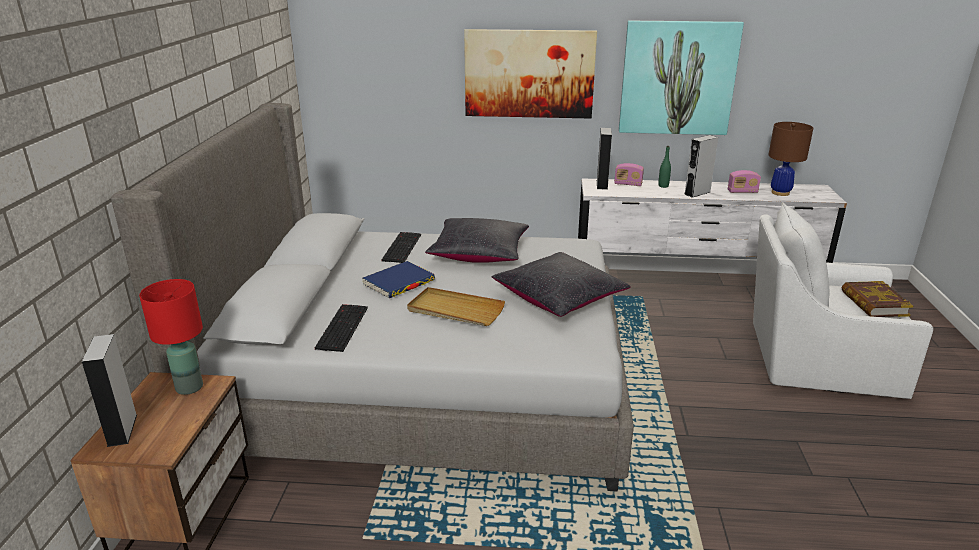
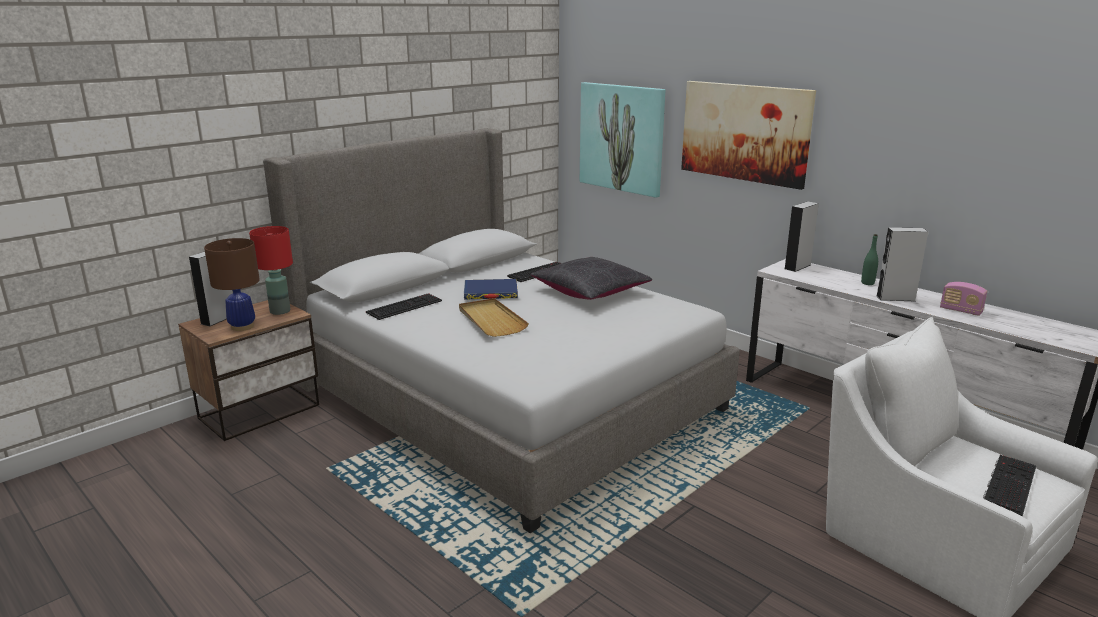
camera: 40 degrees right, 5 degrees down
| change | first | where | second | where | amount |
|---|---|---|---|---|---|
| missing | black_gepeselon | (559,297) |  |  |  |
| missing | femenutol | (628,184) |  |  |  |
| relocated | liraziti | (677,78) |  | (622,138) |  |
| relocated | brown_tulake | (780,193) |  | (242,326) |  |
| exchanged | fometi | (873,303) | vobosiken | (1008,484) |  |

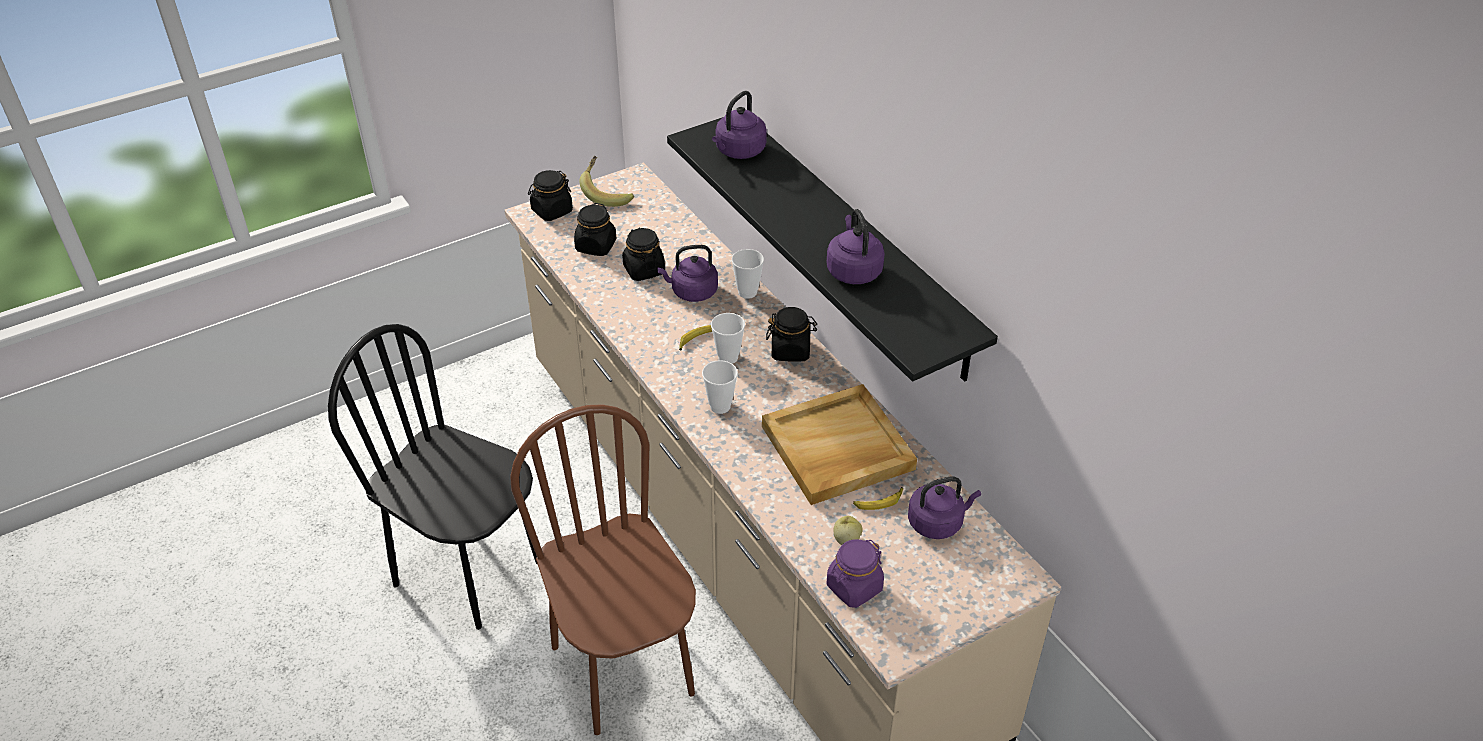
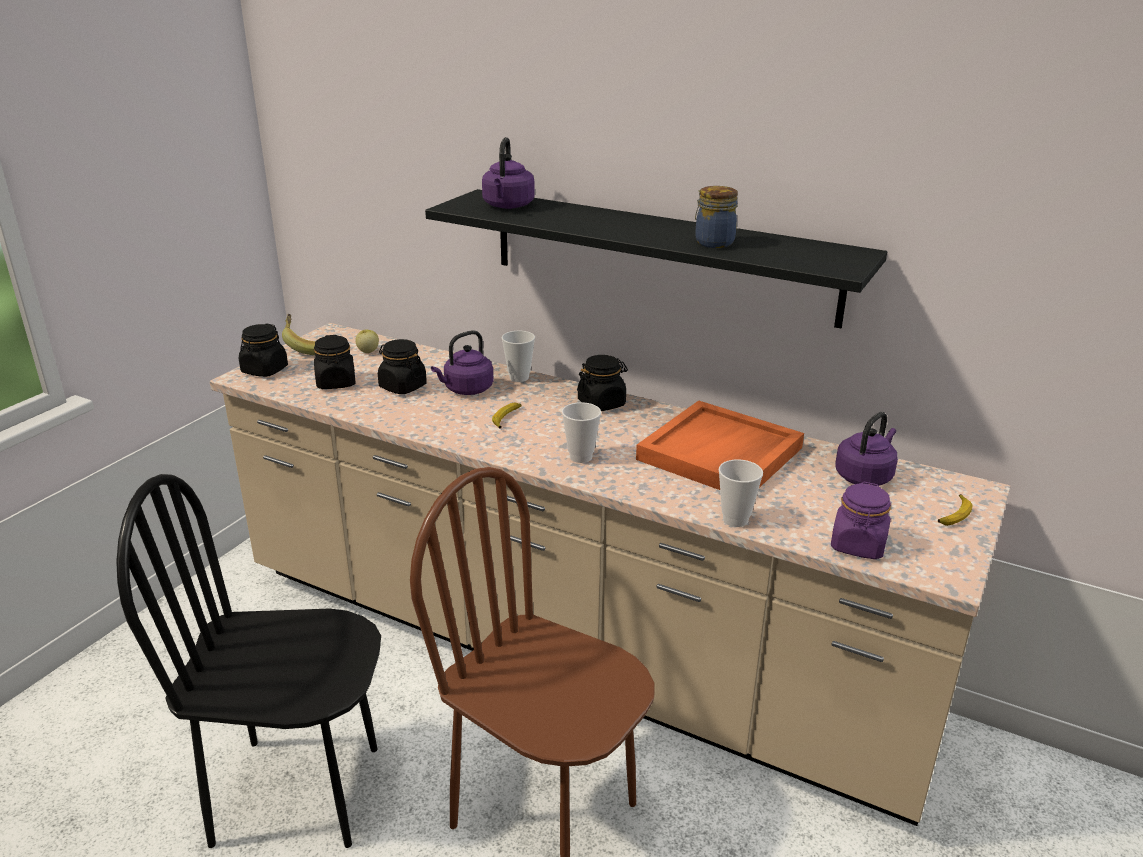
camera: 30 degrees left, 15 degrees down
| change | first | where | second | where | amount |
|---|---|---|---|---|---|
| relocated | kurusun | (728,357) |  | (735,520) |  |
| colour | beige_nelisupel | (837,449) | orange_nelisupel | (720,454) |  |
| exchanged | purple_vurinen | (853,270) | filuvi | (713,242) |  |
| relocated | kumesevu | (846,540) |  | (368,351) |  |
| relocated | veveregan | (878,502) |  | (953,515) |  |

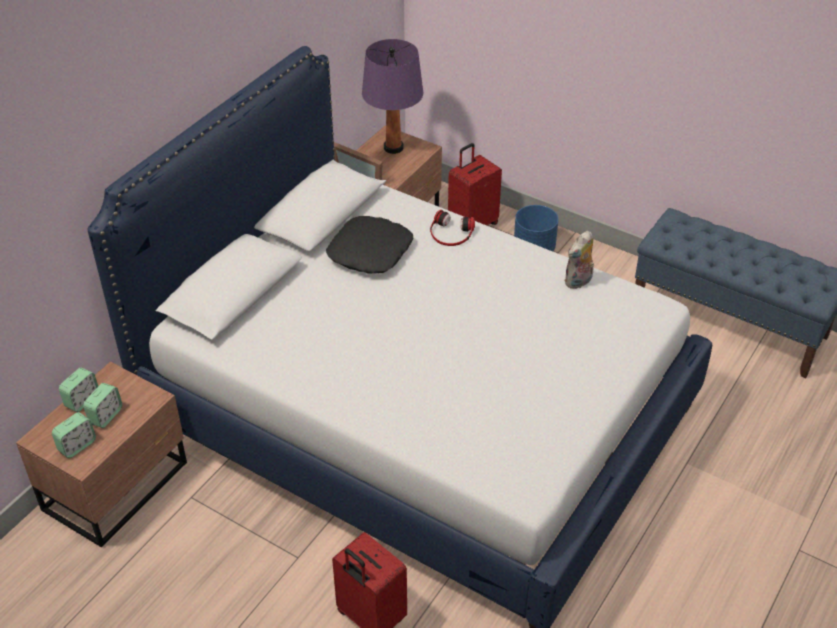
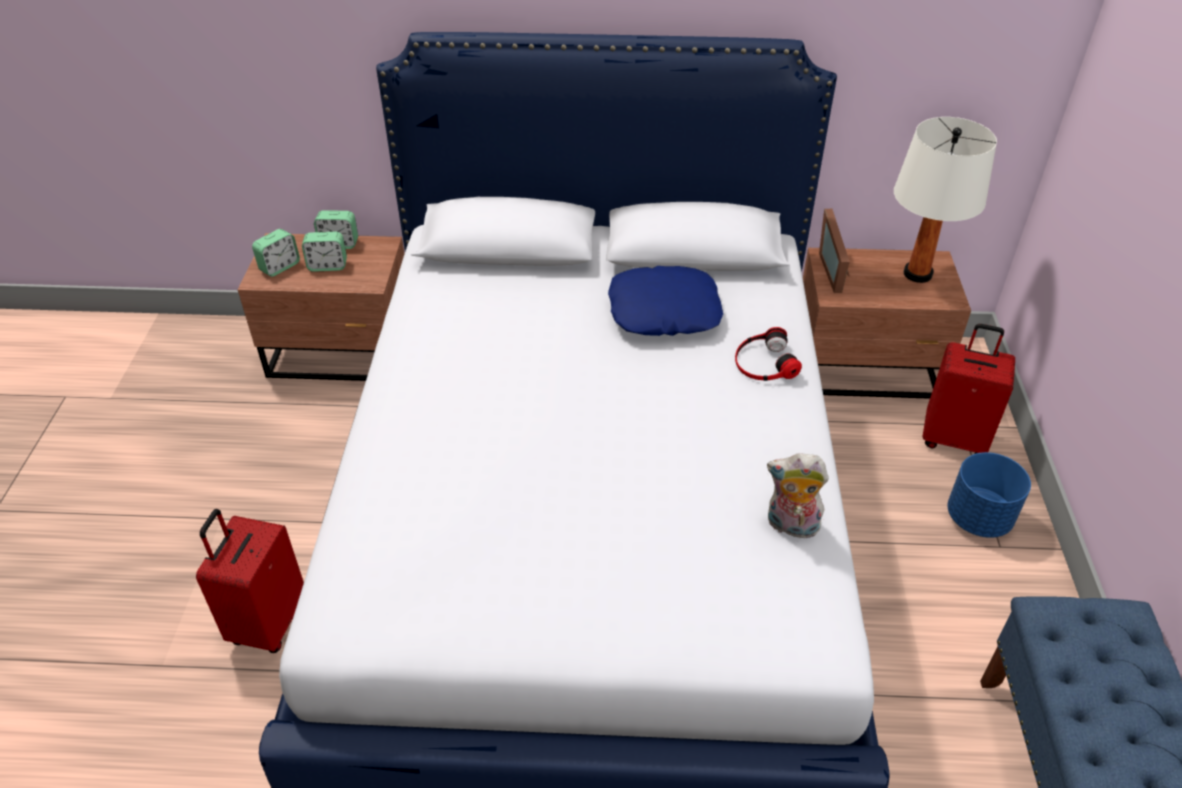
camera: 60 degrees right, 0 degrees up
| change | first | where | second | where | amount |
|---|---|---|---|---|---|
| spun | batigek | (77,446) |  | (279,267) | 60 degrees counterclockwise |
| colour | black_gepeselon | (369,252) | blue_gepeselon | (664,310) |  |
| colour | purple_tulake | (393,148) | white_tulake | (917,274) |  |

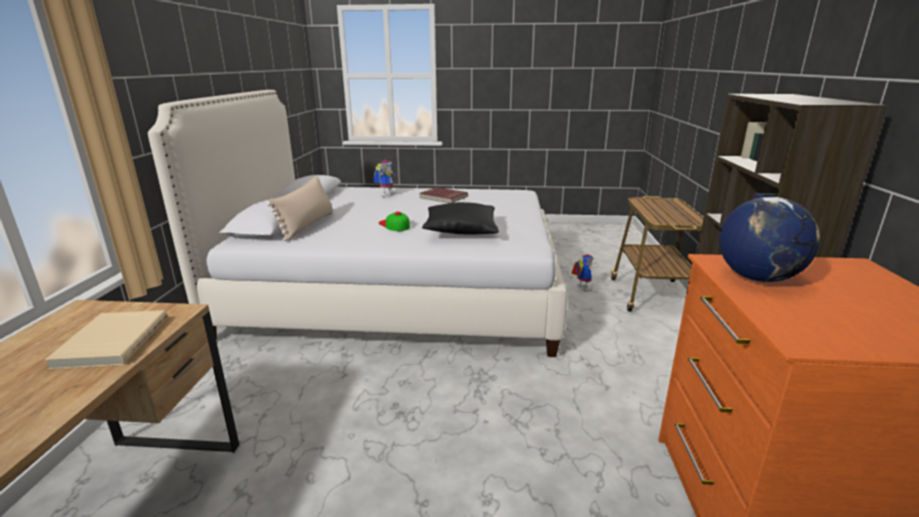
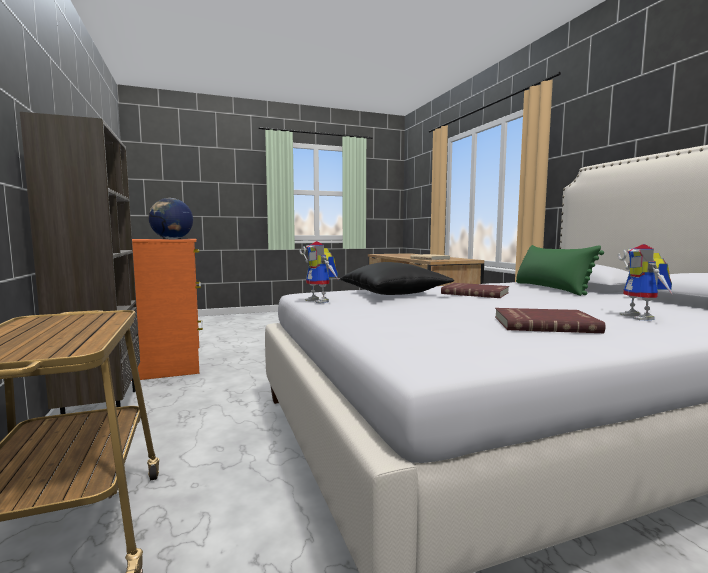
camera: 155 degrees right, 15 degrees down
| change | first | where | second | where | amount |
|---|---|---|---|---|---|
| colour | beige_gepeselon | (307,225) | green_gepeselon | (551,288) |  |
| exchanged | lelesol | (394,225) | red_fometi | (475,293) |  |
| relocated | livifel | (580,288) |  | (321,301) |  |

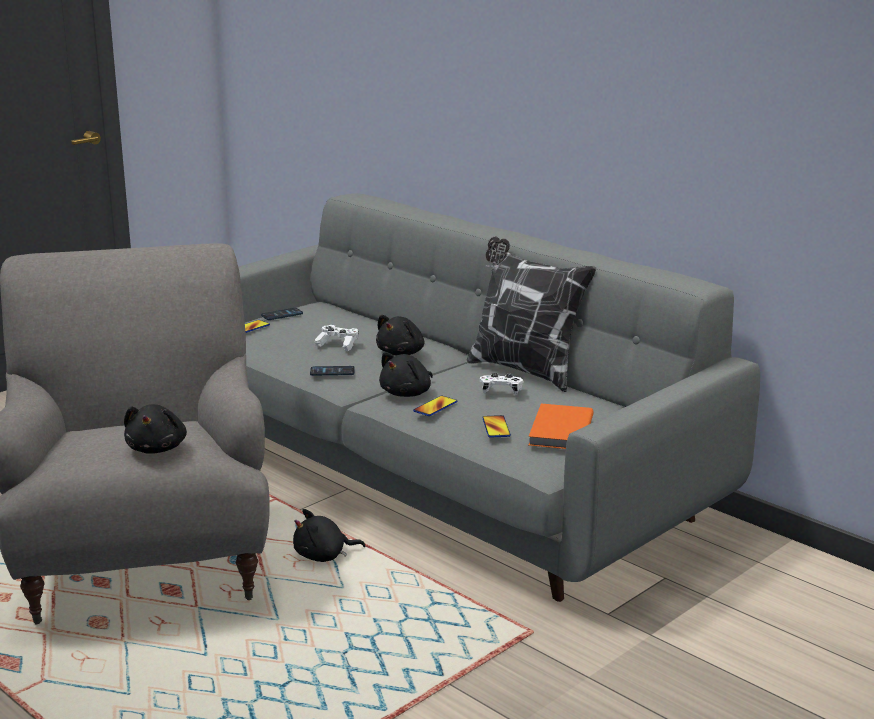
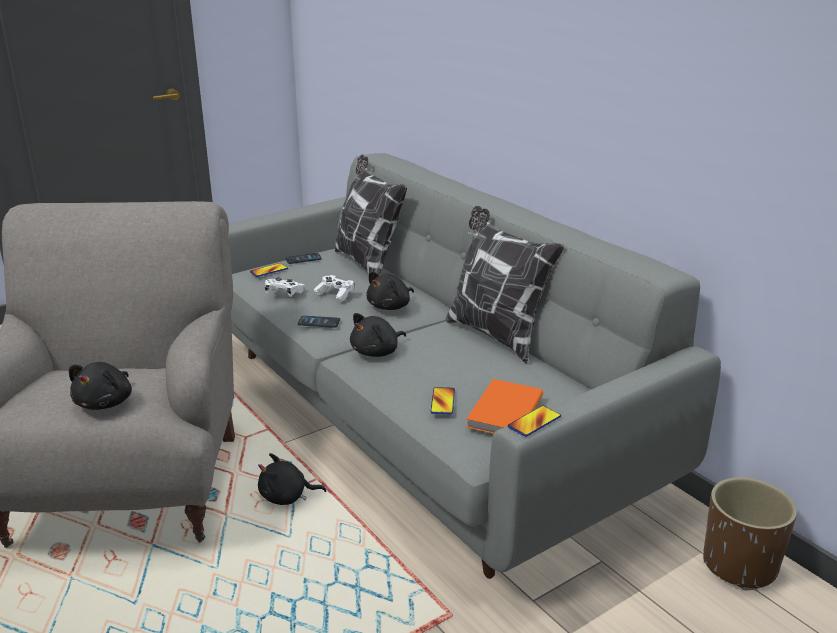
camera: 10 degrees right, 5 degrees up
| change | first | where | second | where | amount |
|---|---|---|---|---|---|
| relocated | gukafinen | (435,407) |  | (534,422) |  |
| relocated | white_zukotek | (501,392) |  | (284,293) |  |
| appeared |  |  | gepeselon | (368,263) |  |
| appeared |  |  | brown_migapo | (740,565) |  |

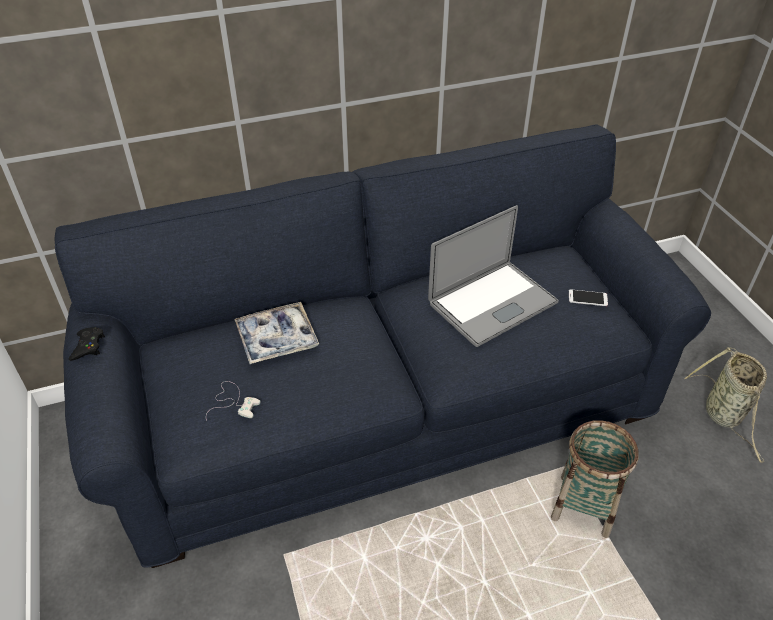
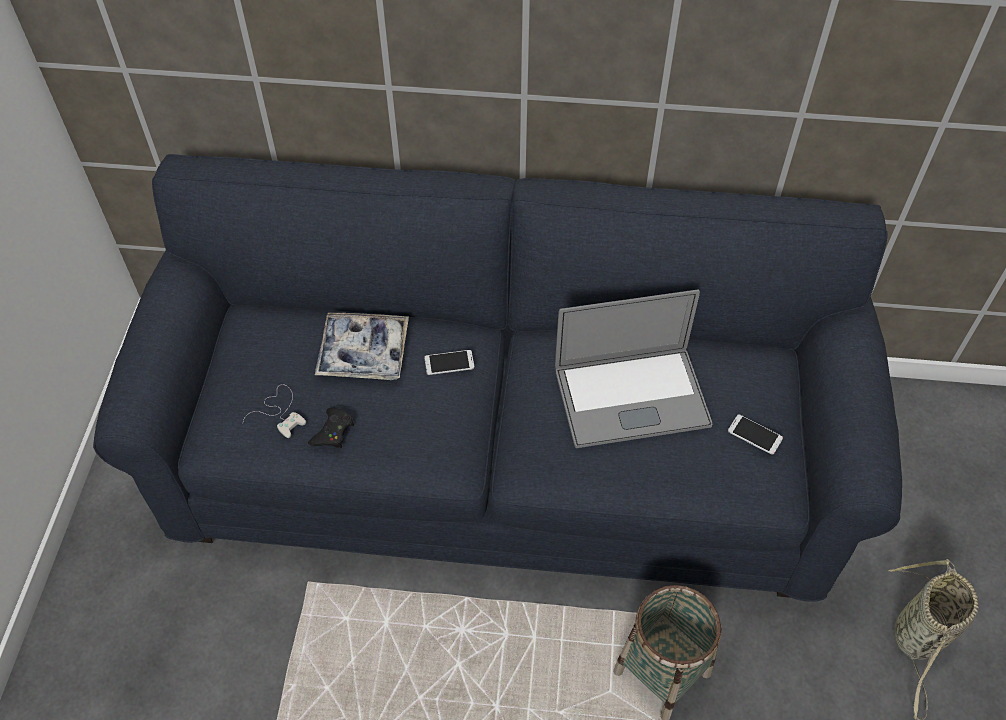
camera: 25 degrees right, 10 degrees up
| change | first | where | second | where | amount |
|---|---|---|---|---|---|
| relocated | black_zukotek | (88,346) |  | (333,432) |  |
| appeared |  |  | gukafinen | (449,363) |  |

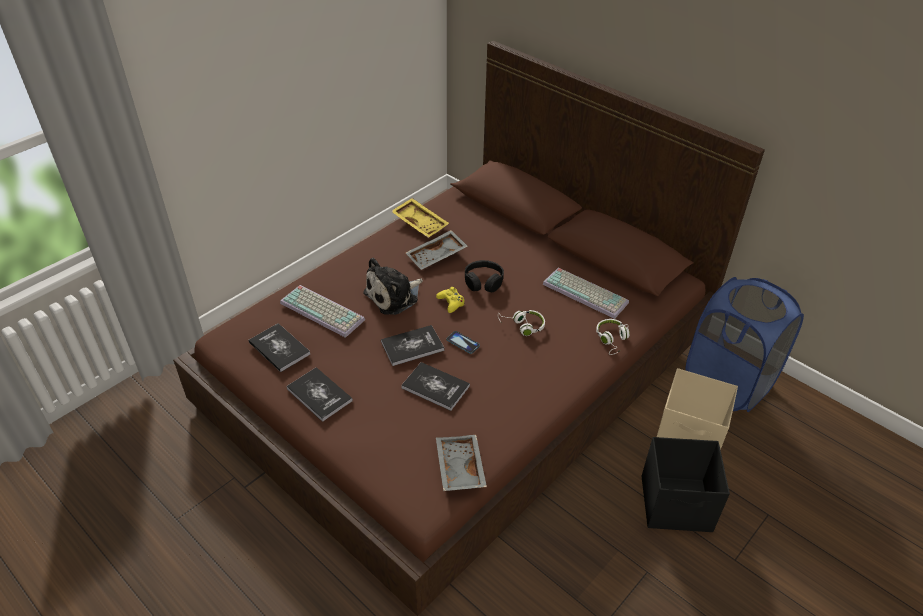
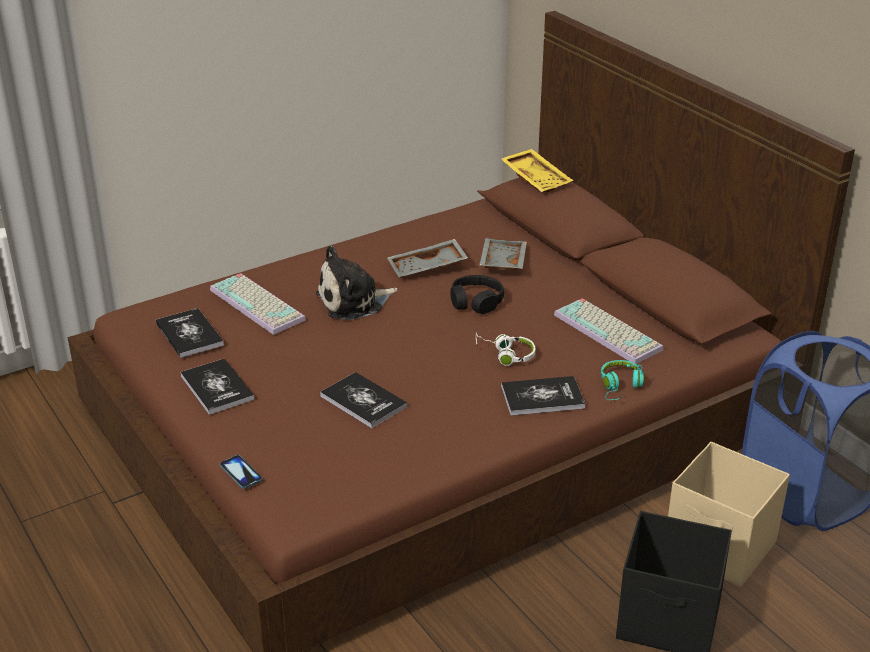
camera: 15 degrees right, 10 degrees down
| change | first | where | second | where | amount |
|---|---|---|---|---|---|
| relocated | fometi | (412,346) |  | (542,397) |  |
| relocated | yellow_nelisupel | (420,223) |  | (537,179) |  |
| missing | yellow_zukotek | (451,303) |  |  |  |
| relocated | grey_nelisupel | (458,468) |  | (501,262) |  |
| relocated | gukafinen | (463,343) |  | (241,473) |  |
| colour | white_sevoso | (612,340) | turquoise_sevoso | (620,386) |  |

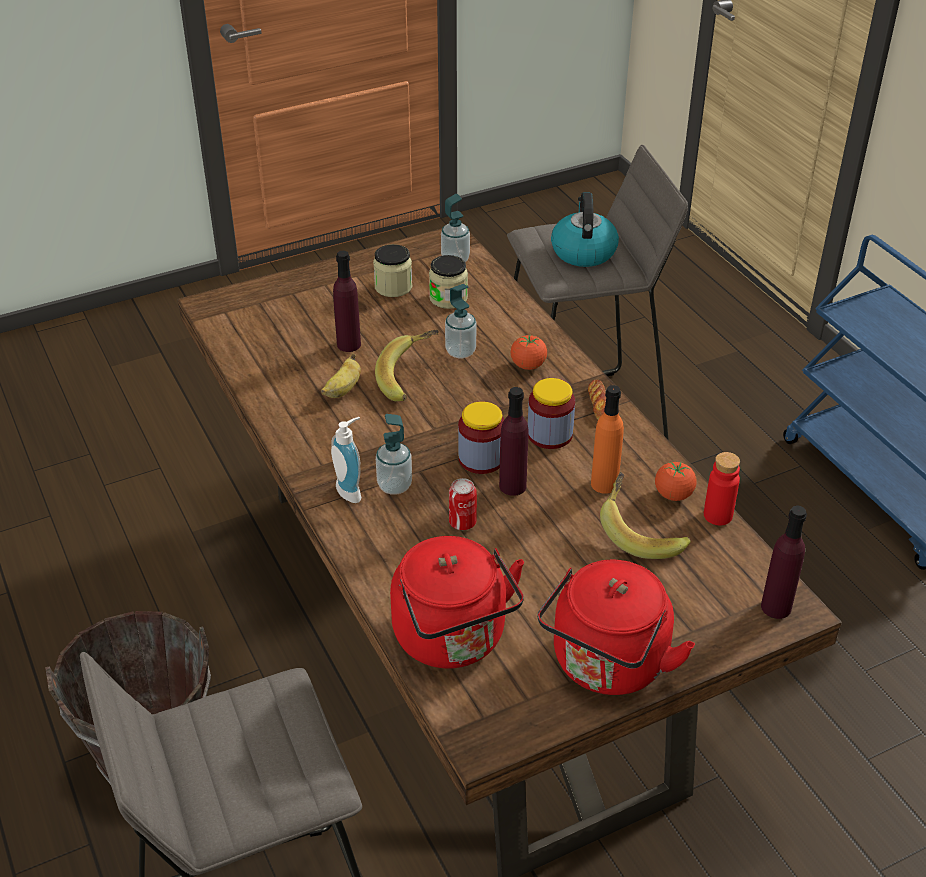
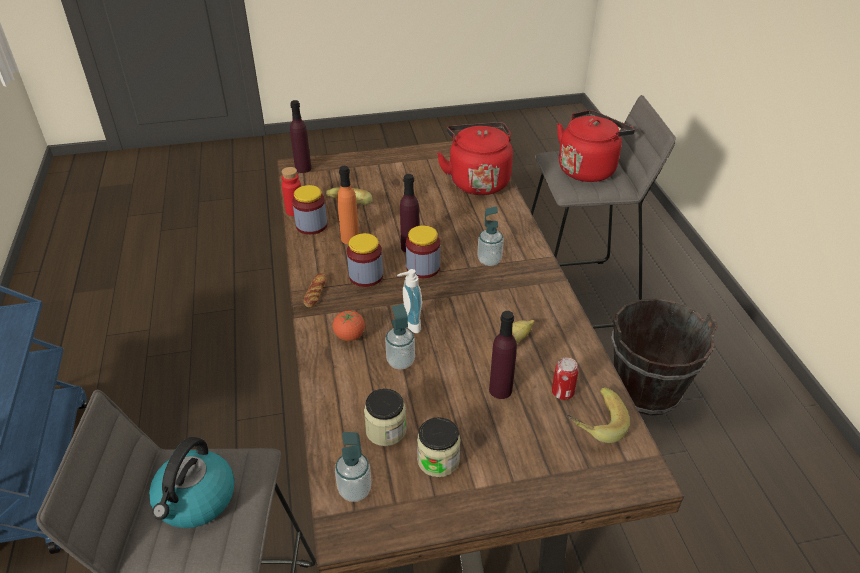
camera: 165 degrees left, 0 degrees up
| change | first | where | second | where | amount |
|---|---|---|---|---|---|
| relocated | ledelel | (352,490) |  | (409,325) |  |
| relocated | veveregan | (410,379) |  | (592,424) |  |
| relocated | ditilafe | (462,522) |  | (562,392) |  |
| relocated | red_vurinen | (607,666) |  | (588,169) |  |
| exchanged | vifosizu | (673,495) | filuvi | (311,225) |  |

